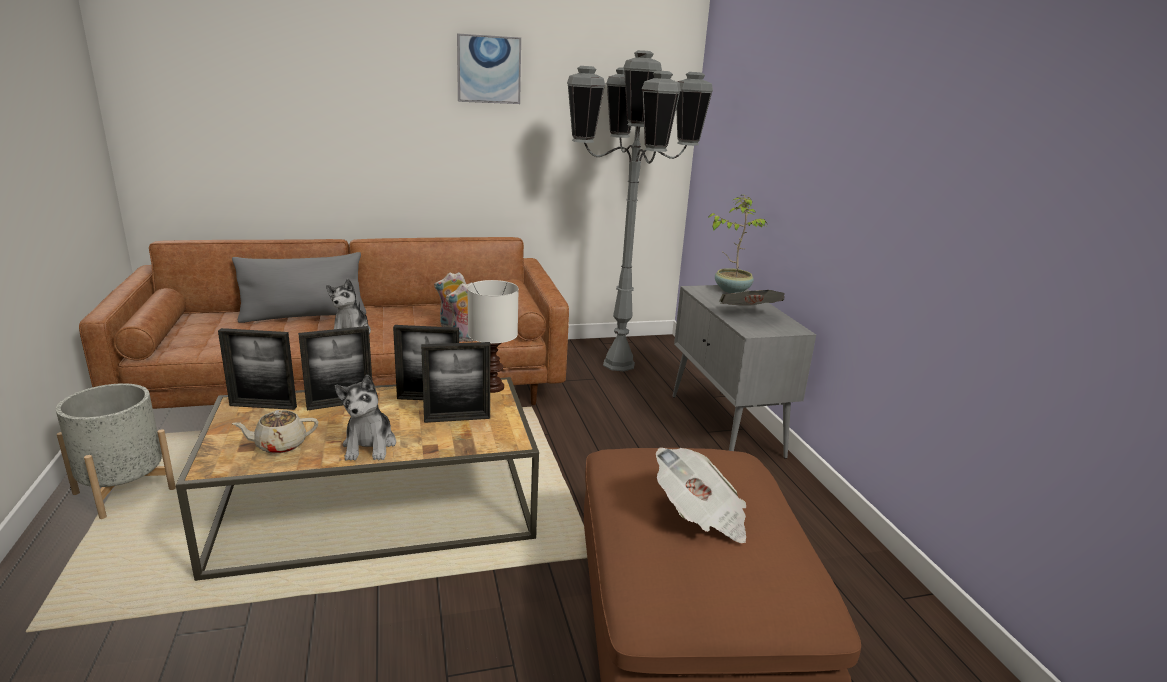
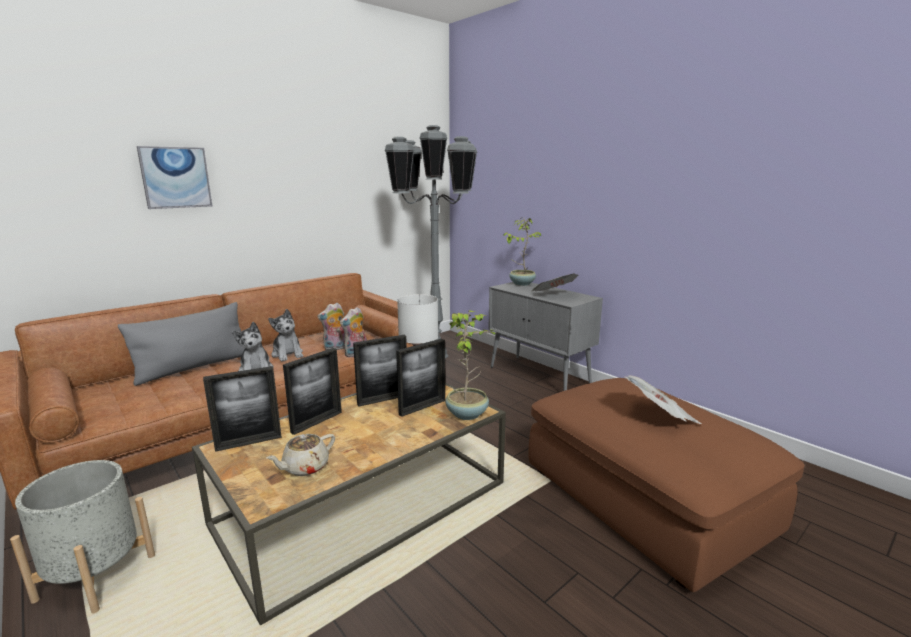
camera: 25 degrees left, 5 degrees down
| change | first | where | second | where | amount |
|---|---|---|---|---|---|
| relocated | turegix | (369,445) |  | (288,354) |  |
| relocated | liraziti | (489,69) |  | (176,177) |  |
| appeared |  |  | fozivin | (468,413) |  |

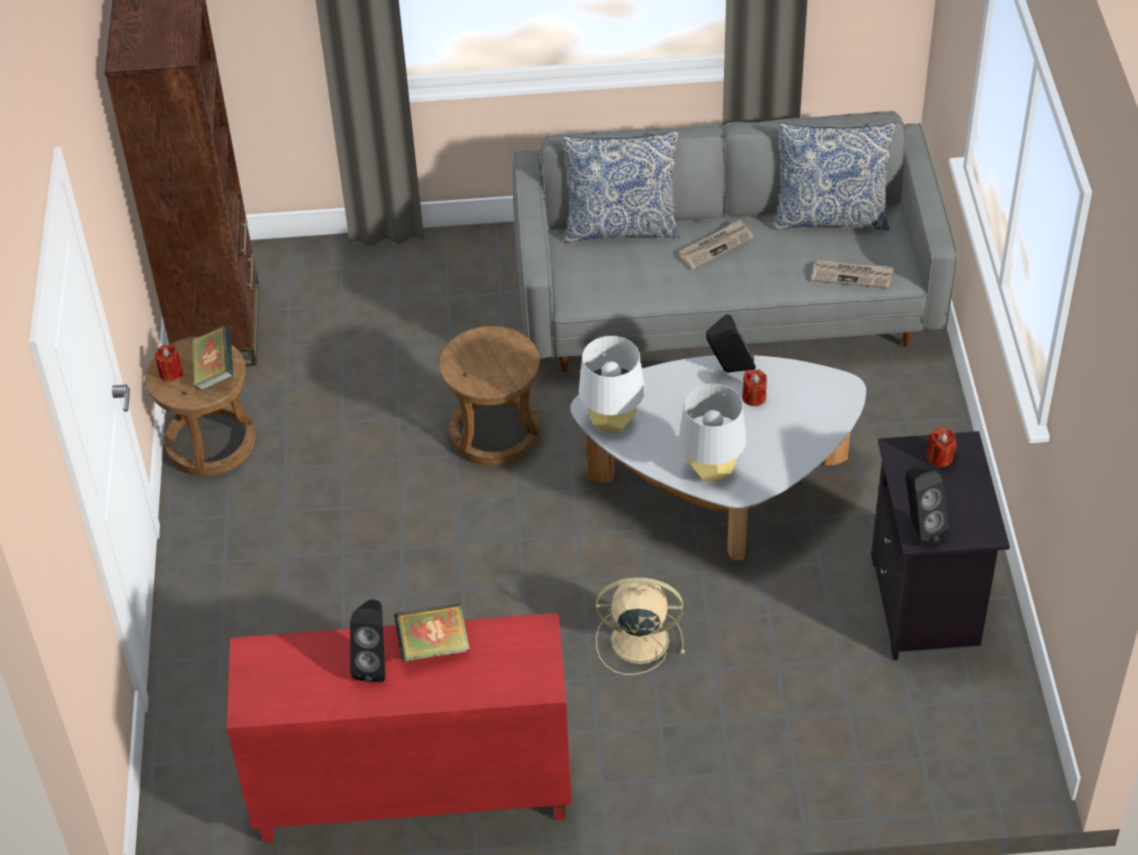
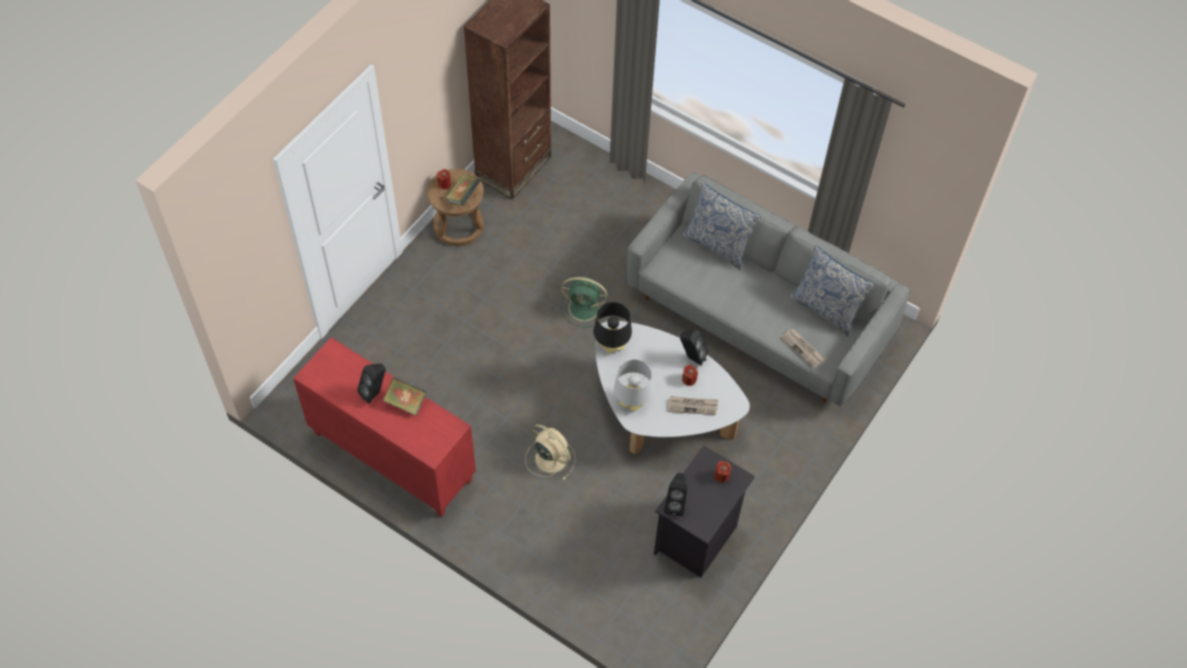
camera: 35 degrees right, 10 degrees up
| change | first | where | second | where | amount |
|---|---|---|---|---|---|
| exchanged | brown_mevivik | (495,432) | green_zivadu | (585,308) |  |
| colour | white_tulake | (612,422) | black_tulake | (611,346) |  |
| relocated | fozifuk | (715,246) |  | (692,406) |  |

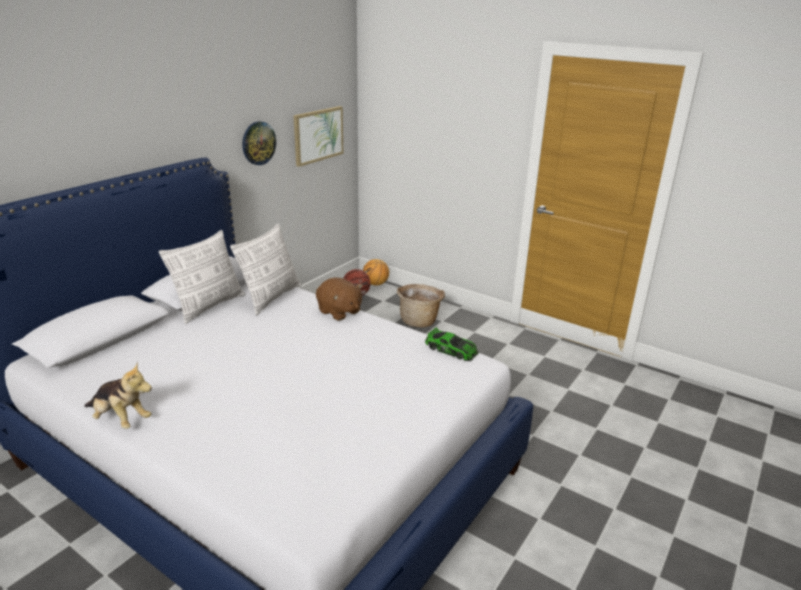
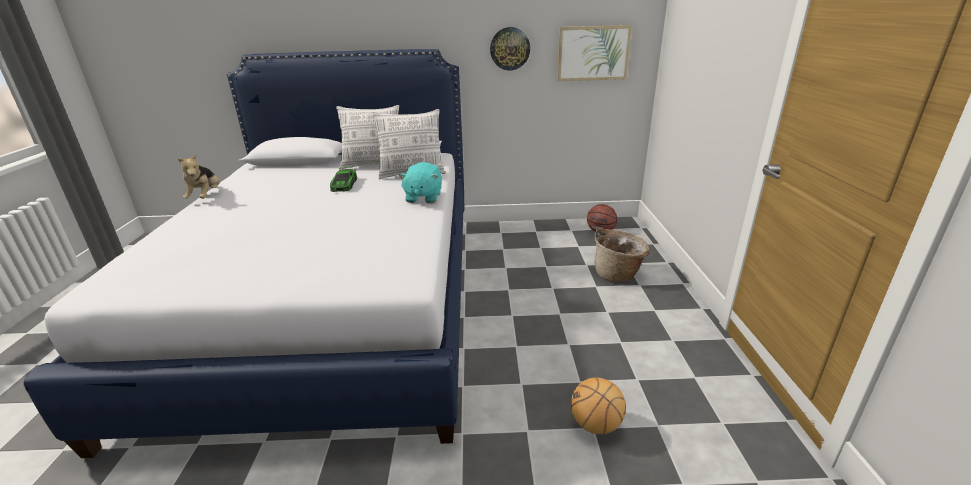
camera: 55 degrees right, 0 degrees up
| change | first | where | second | where | amount |
|---|---|---|---|---|---|
| colour | brown_turegix | (339,312) | turquoise_turegix | (423,197) |  |
| relocated | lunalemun | (376,284) |  | (595,425) |  |
| relocated | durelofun | (451,349) |  | (344,184) |  |

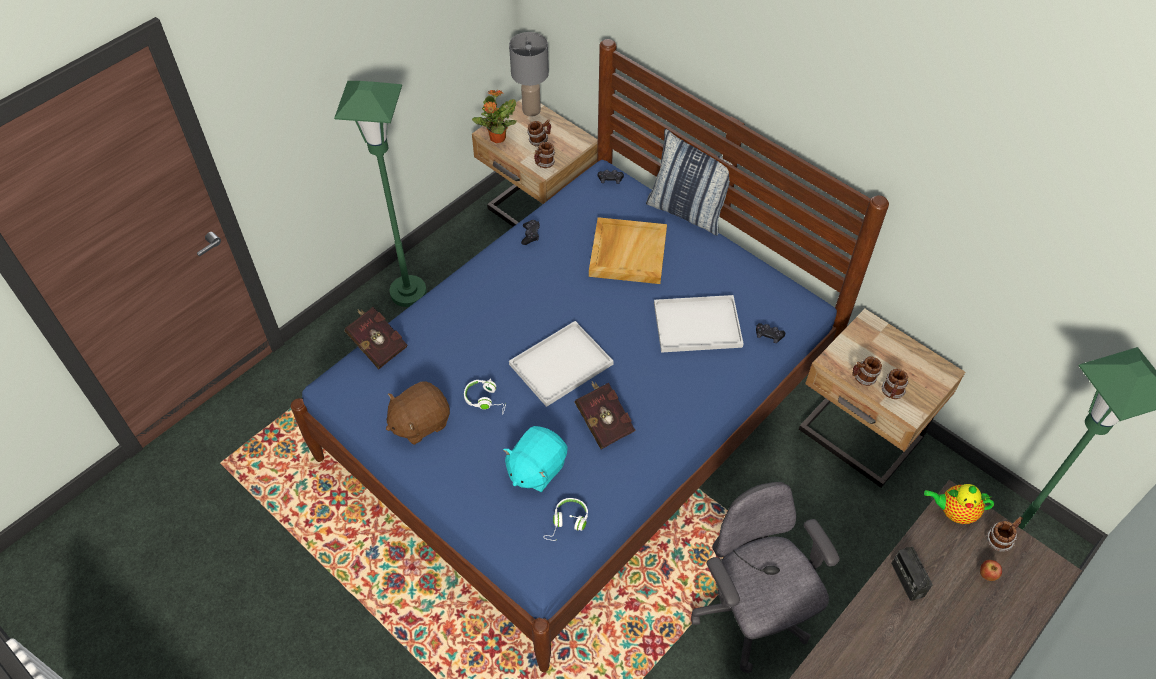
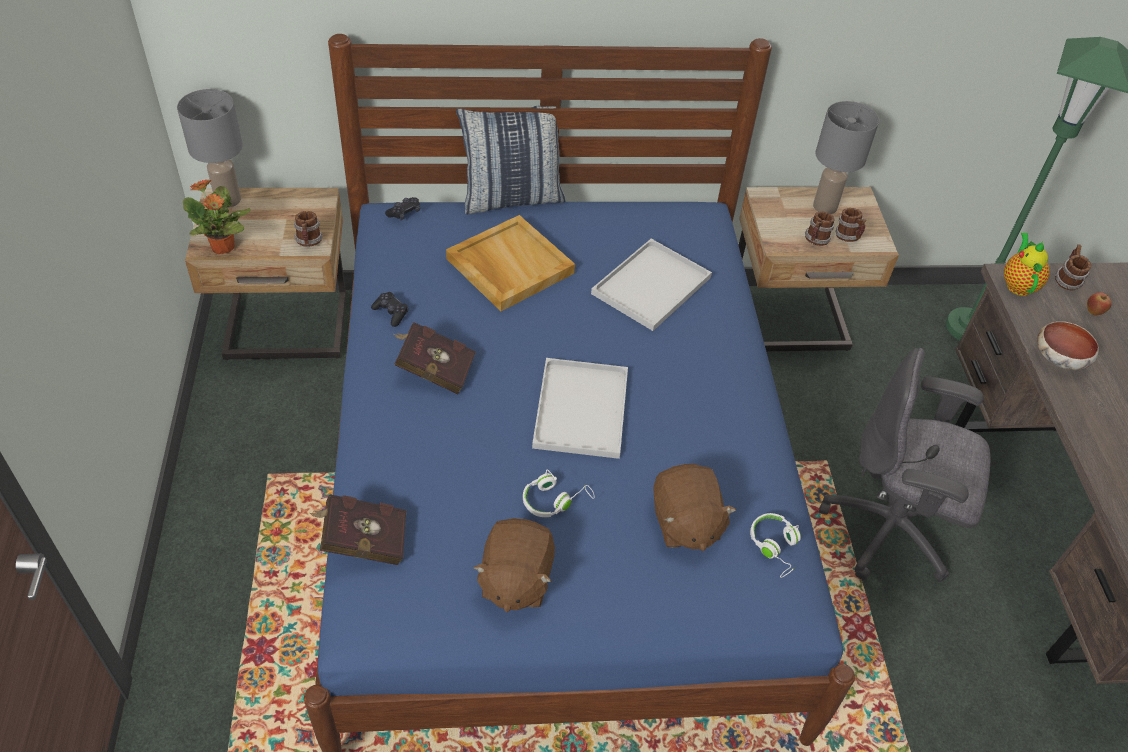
camera: 50 degrees left, 5 degrees down
| change | first | where | second | where | amount |
|---|---|---|---|---|---|
| missing | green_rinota | (408,293) |  |  |  |
| colour | turquoise_turegix | (536,469) | brown_turegix | (685,523) |  |
| missing | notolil | (539,140) |  |  |  |
| relocated | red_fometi | (603,421) |  | (433,370) |  |
| missing | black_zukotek | (768,335) |  |  |  |
| exchanged | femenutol | (907,579) | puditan | (1060,358) |  |
| spun | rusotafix | (954,512) |  | (1018,284) | 135 degrees clockwise |
| appeared |  |  | grey_tulake | (825,206) |  |

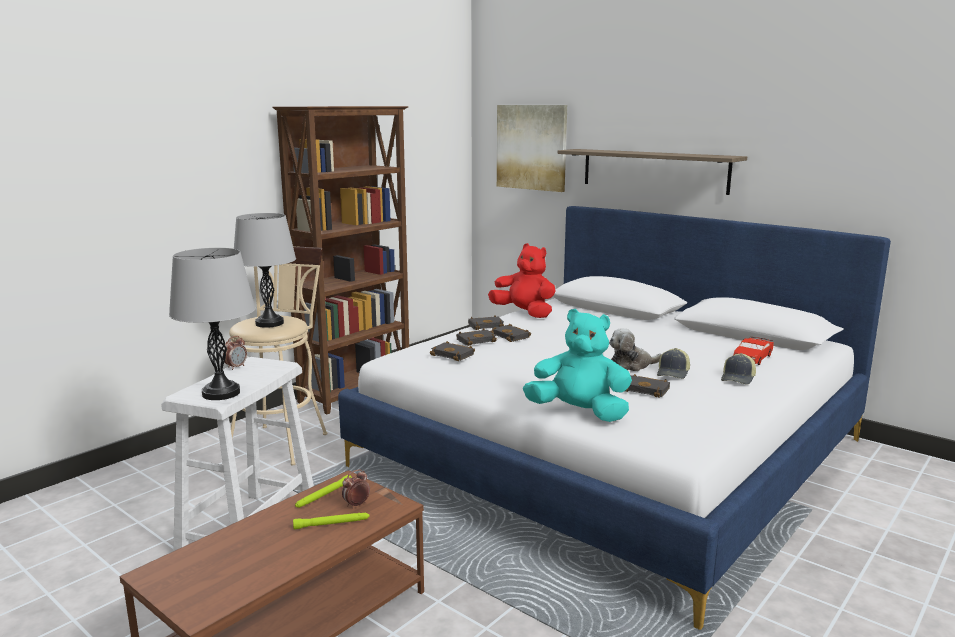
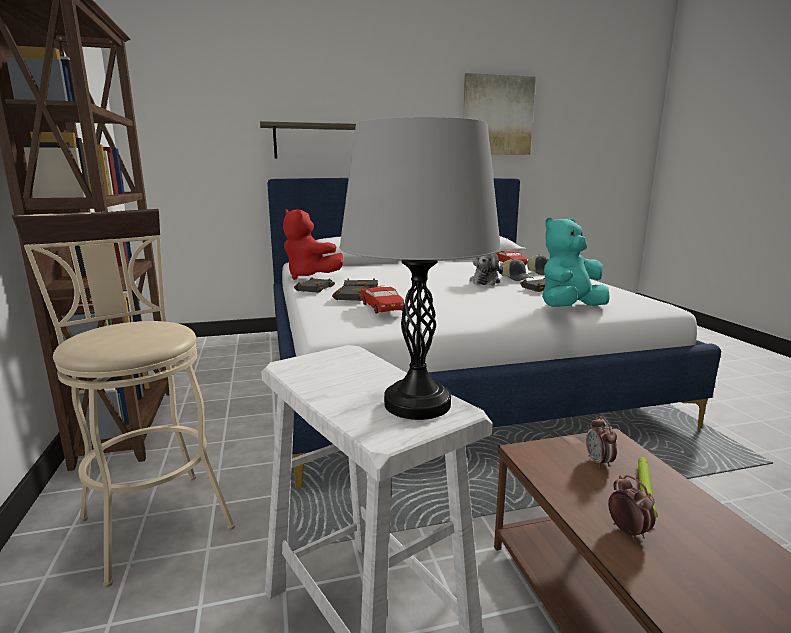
camera: 55 degrees left, 0 degrees up
| change | first | where | second | where | amount |
|---|---|---|---|---|---|
| relocated | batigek | (236,367) |  | (627,531) |  |
| missing | grey_tulake | (269,323) |  |  |  |
| missing | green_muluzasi | (323,496) |  |  |  |
| exchanged | black_fometi | (454,355) | red_durelofun | (382,307) |  |
| spun | red_turegix | (524,313) |  | (309,276) | 120 degrees counterclockwise |
| relocated | liraziti | (531,147) |  | (497,115) |  |

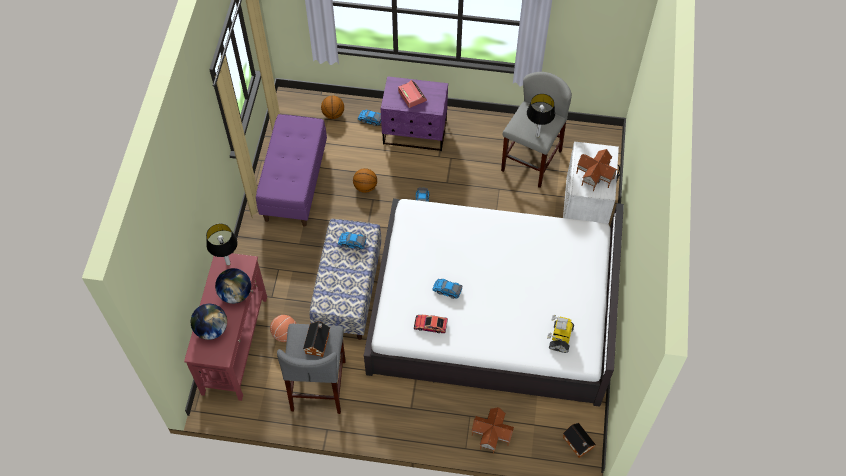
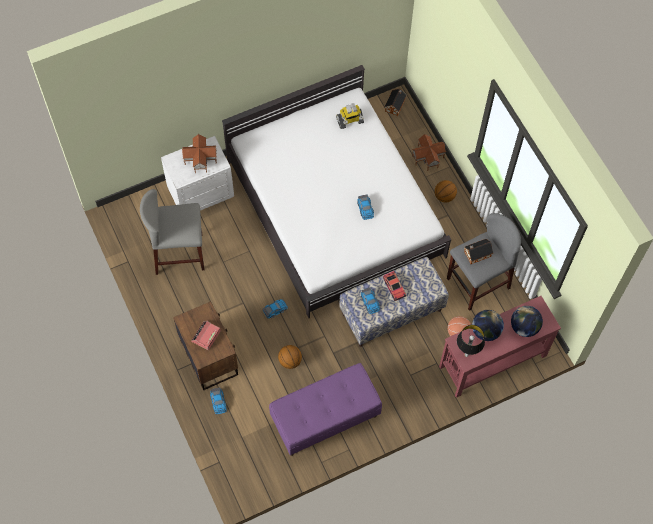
camera: 125 degrees left, 5 degrees up
| change | first | where | second | where | amount |
|---|---|---|---|---|---|
| relocated | lunalemun | (333,114) |  | (444,196) |  |
| colour | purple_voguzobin | (415,133) | brown_voguzobin | (209,357) |  |
| relocated | durelofun | (430,325) |  | (394,287) |  |
| missing | tulake | (537,135) |  |  |  |

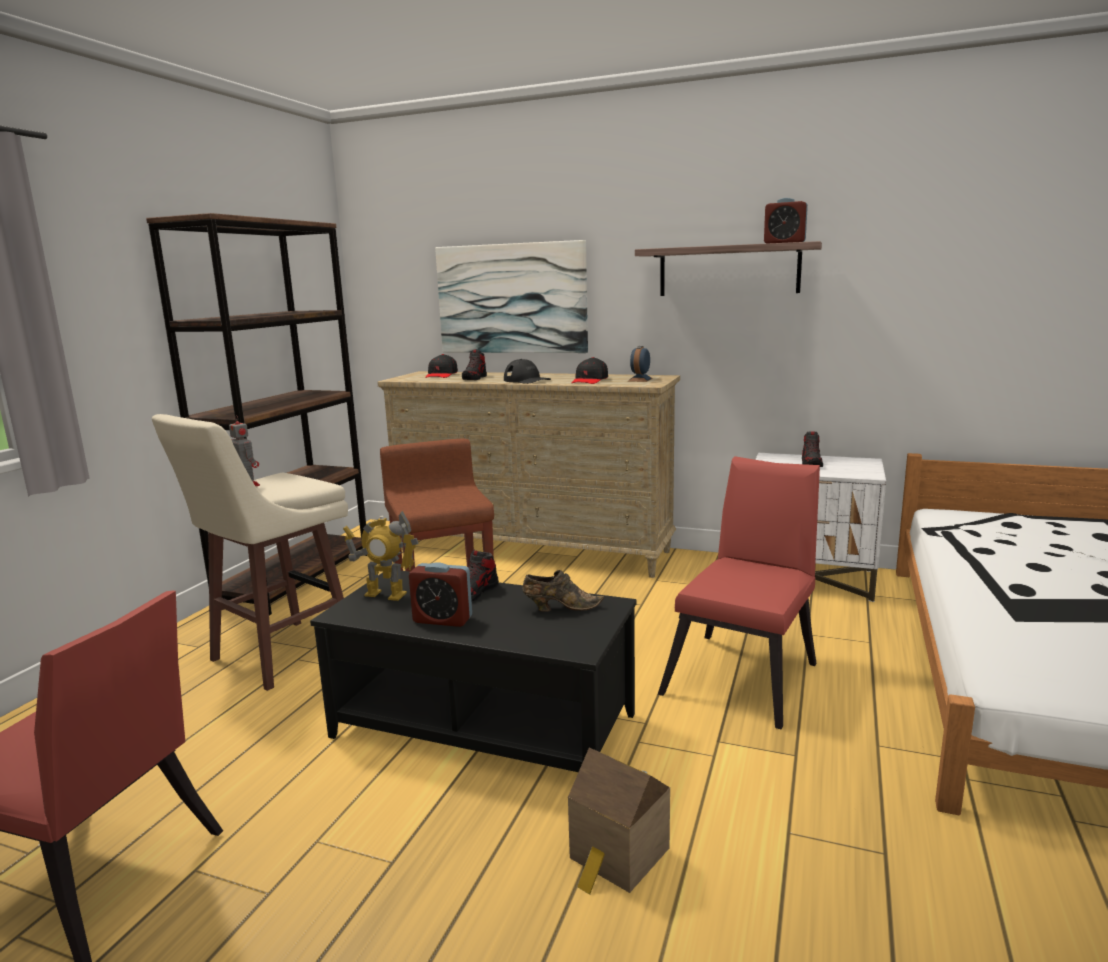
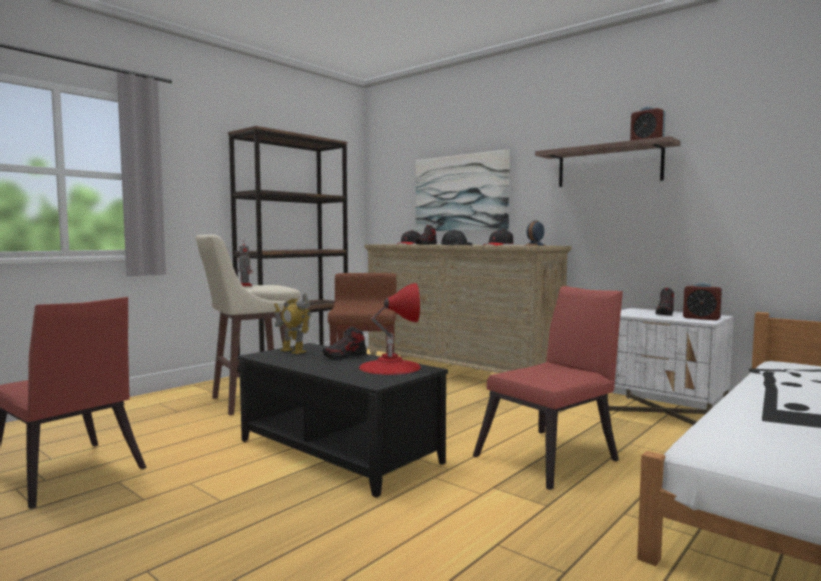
camera: 20 degrees right, 10 degrees down
| change | first | where | second | where | amount |
|---|---|---|---|---|---|
| relocated | batigek | (442,619) |  | (701,318) |  |
| exchanged | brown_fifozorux | (560,608) | red_tulake | (390,367) |  |
| missing | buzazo | (617,856) |  |  |  |

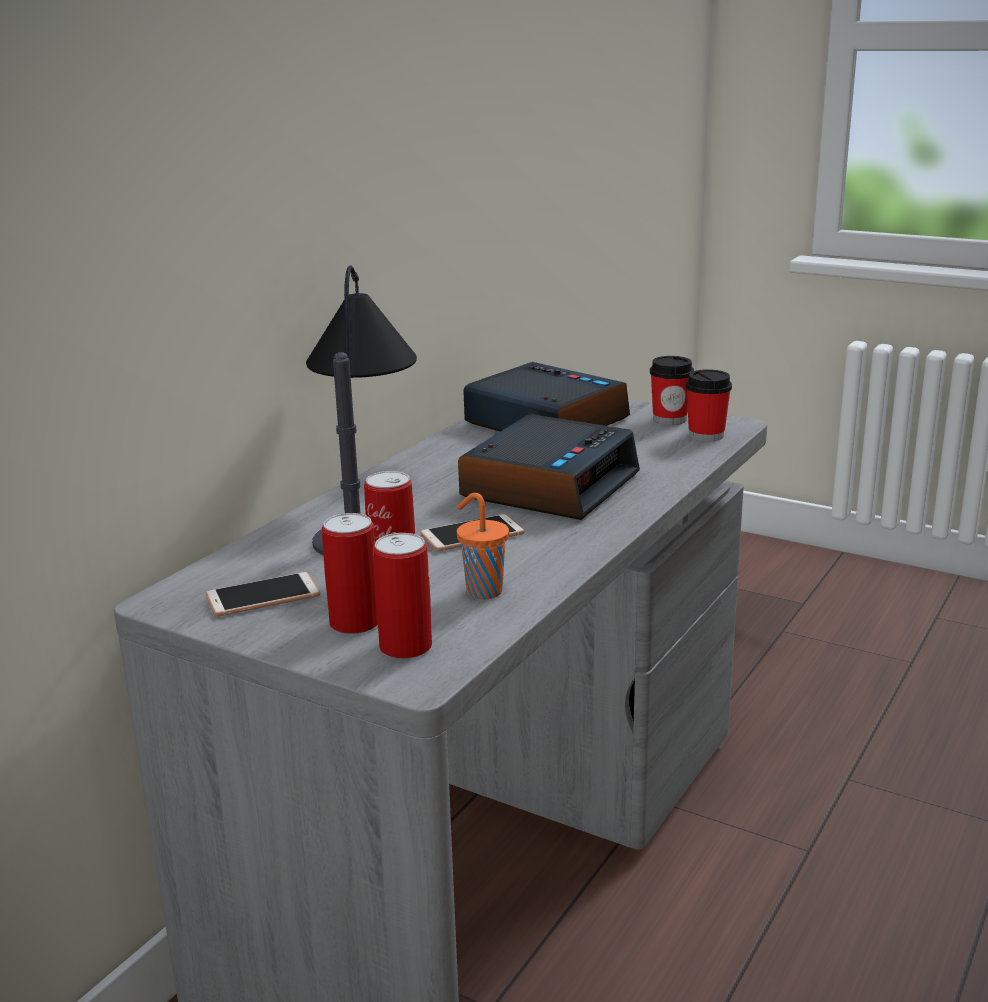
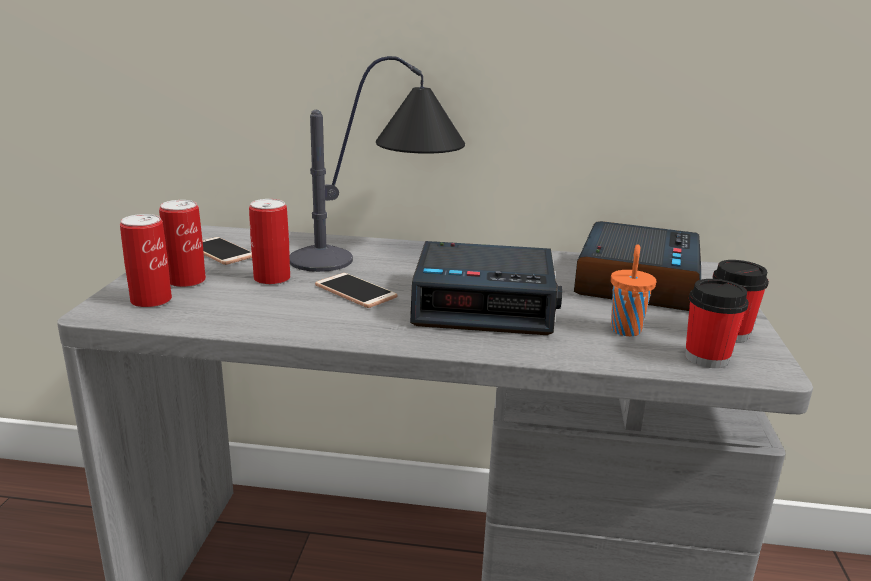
camera: 65 degrees right, 0 degrees up
| change | first | where | second | where | amount |
|---|---|---|---|---|---|
| relocated | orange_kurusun | (482,591) |  | (625,329) |  |

